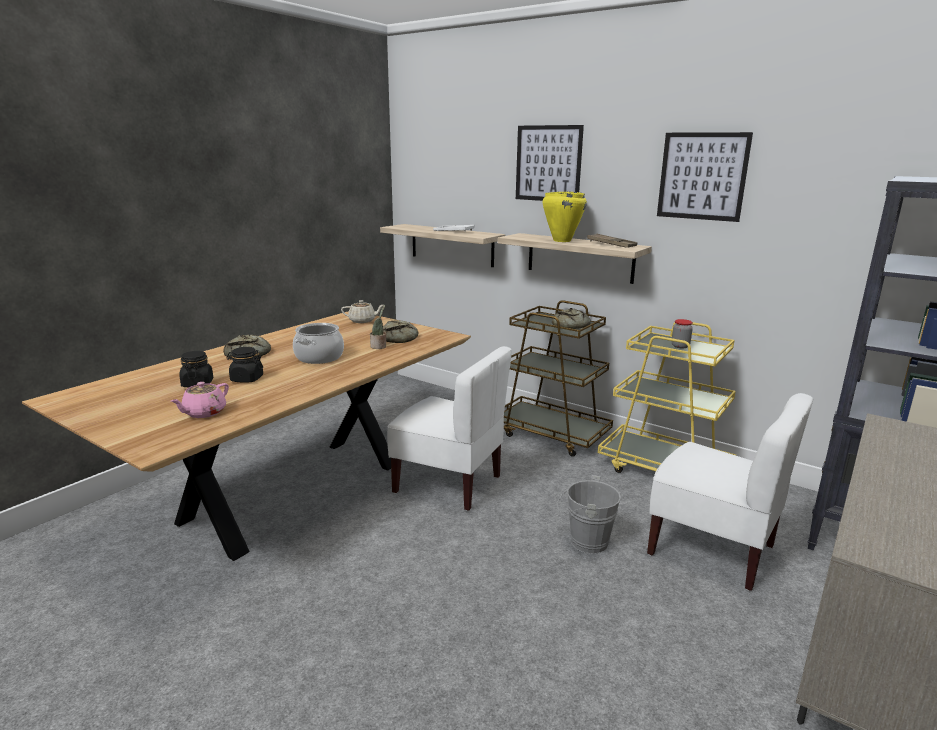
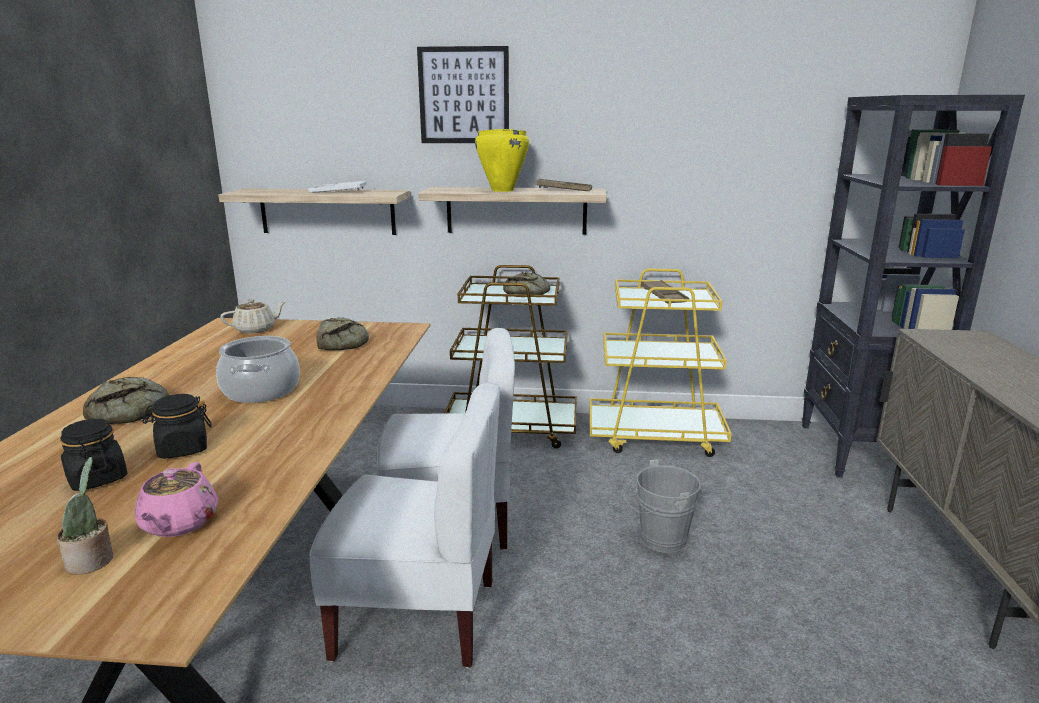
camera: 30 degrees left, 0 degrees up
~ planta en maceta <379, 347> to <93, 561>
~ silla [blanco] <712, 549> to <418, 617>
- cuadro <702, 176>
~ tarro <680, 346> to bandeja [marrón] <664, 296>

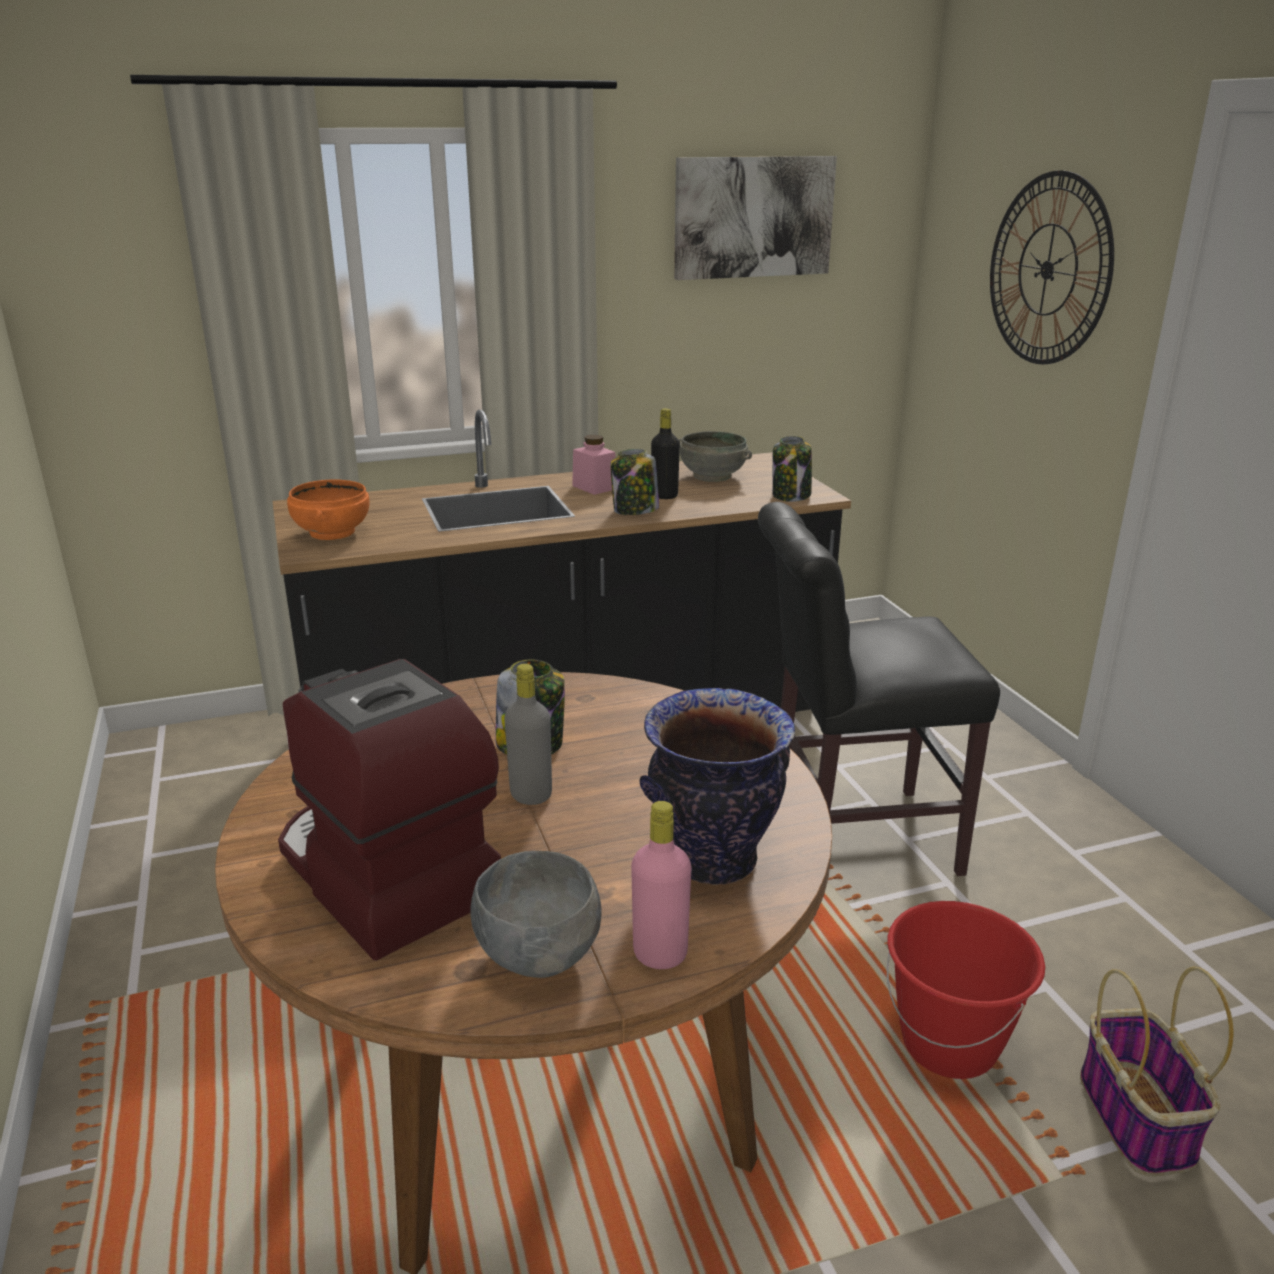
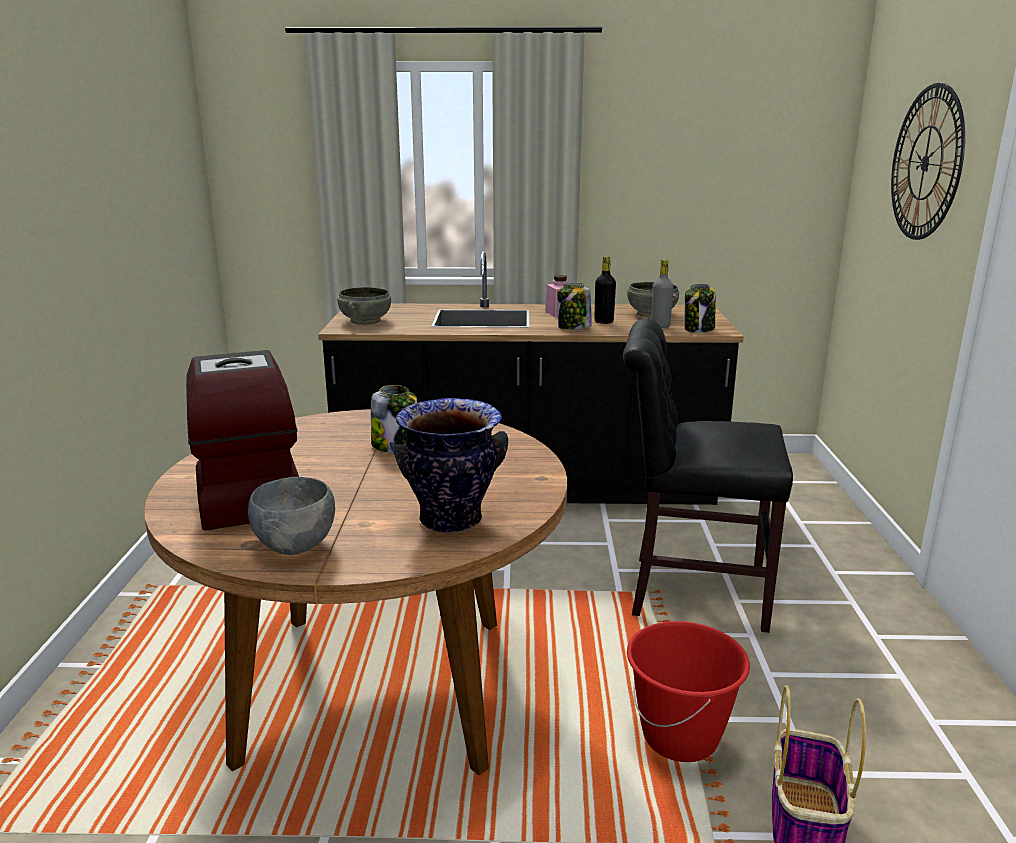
camera: 20 degrees right, 5 degrees down
~ cuenco [naranja] <331, 532> to cuenco [gris] <365, 321>
~ botella [gris] <531, 795> to <660, 326>
- botella [rosa] <660, 954>
- cuadro <753, 217>

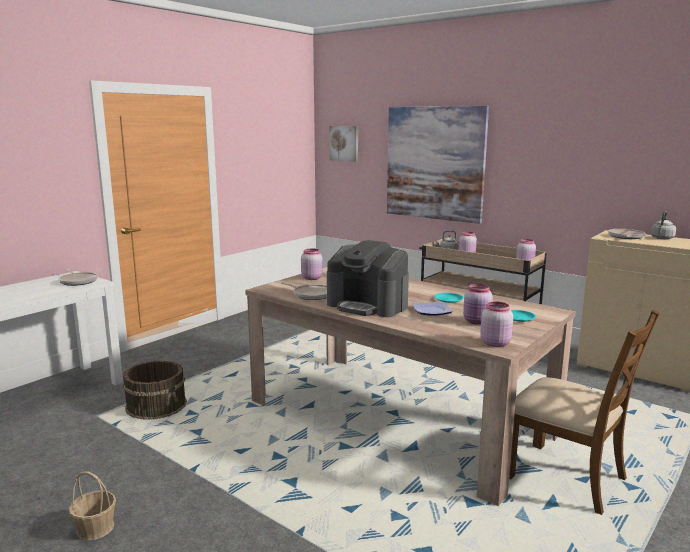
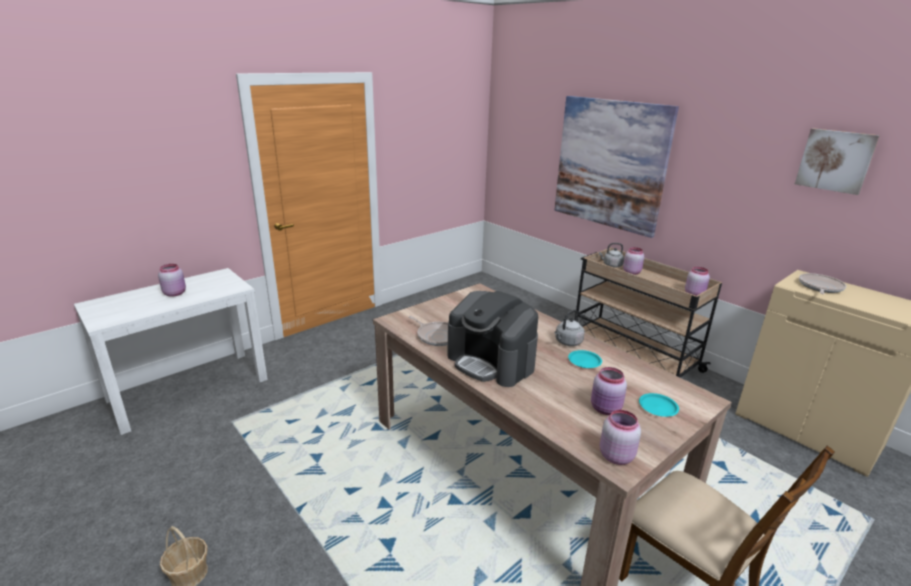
camera: 10 degrees right, 10 degrees up
- sartén <78, 281>
- cubo [marrón] <157, 406>
~ tarro [rosa] <311, 278> to <175, 293>
~ cuadro <344, 143> to <835, 160>
- plato <432, 311>
~ hervidor [gris] <662, 238> to <567, 342>

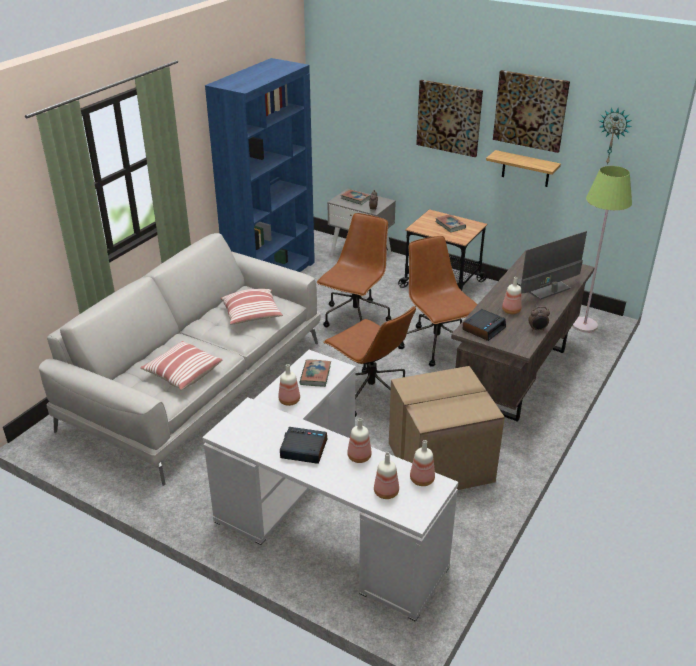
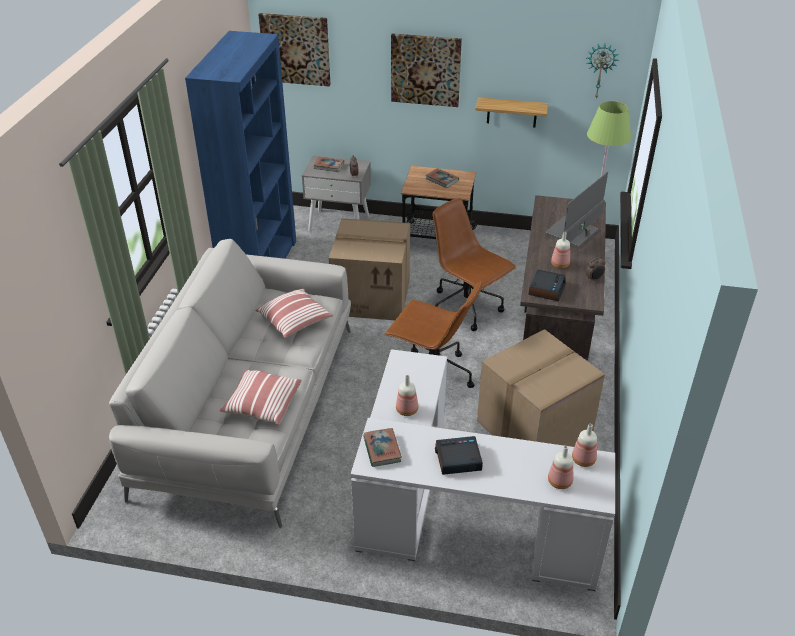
camera: 20 degrees left, 5 degrees up
~ libro <315, 375> to <382, 449>
~ silla de oficina [marrón] <355, 319> to caja de cartón <373, 296>
- botella <358, 457>
~ cuadro <530, 110> to <295, 49>

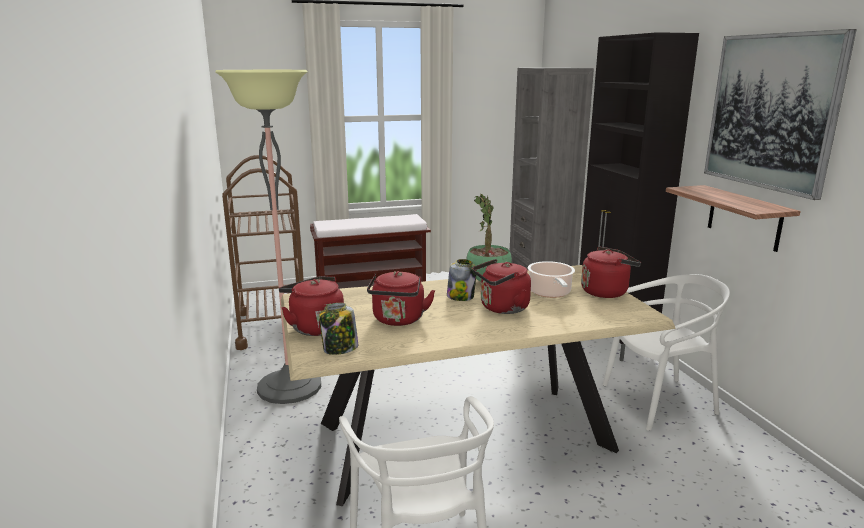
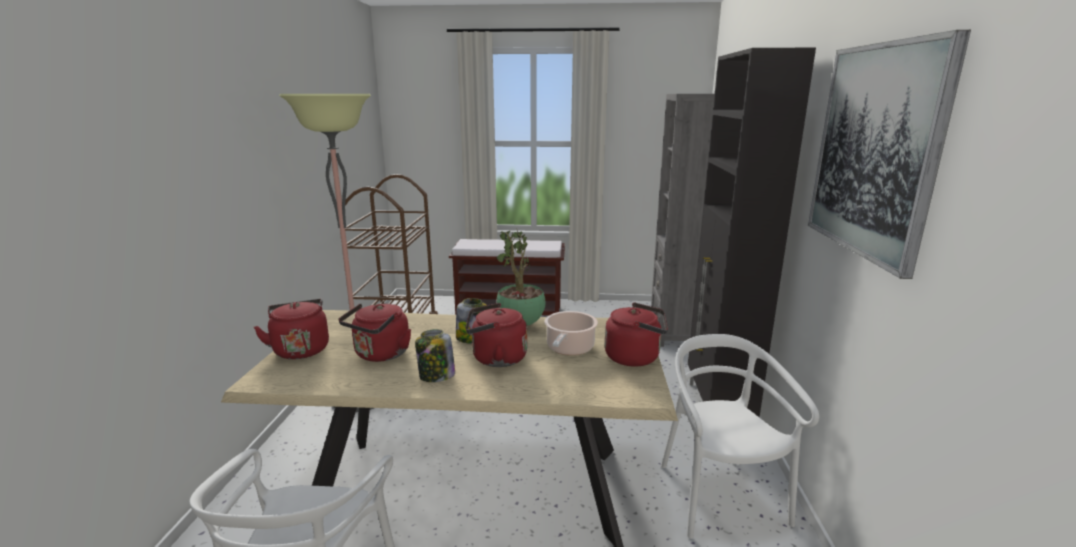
camera: 20 degrees right, 0 degrees up
~ tarro <340, 349> to <436, 376>
~ silla [blanco] <659, 401> = <719, 496> 105 degrees counterclockwise
- estante <744, 217>

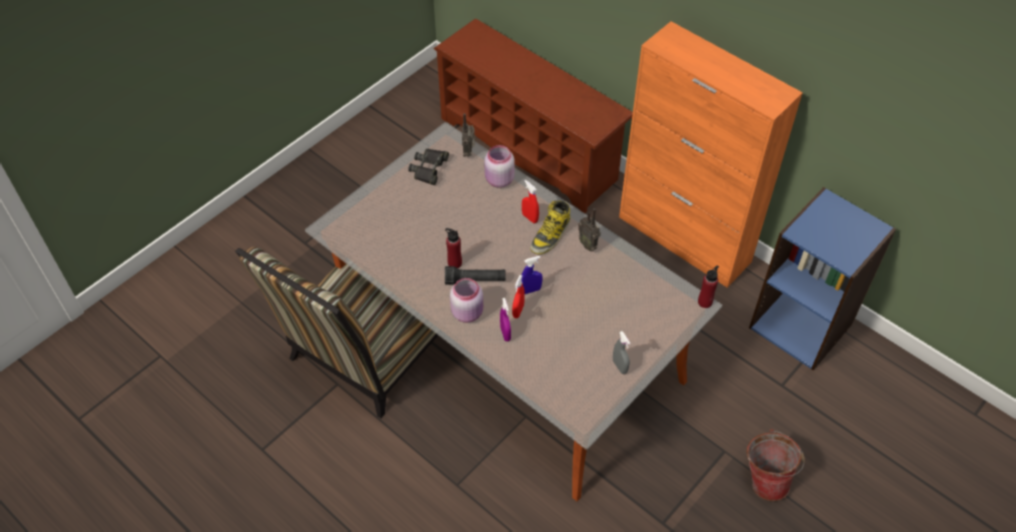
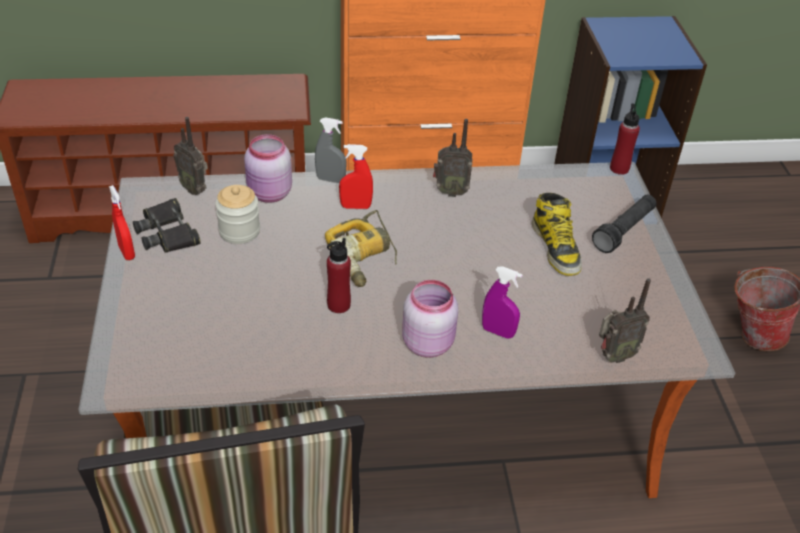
camera: 50 degrees left, 10 degrees down
~ linterna [negro] <475, 280> to <624, 230>
~ pulverizador [rojo] <518, 311> to <127, 252>
- pulverizador [azul] <530, 290>
~ bota <550, 235> to <556, 247>
~ pulverizador [gris] <619, 366> to <330, 179>
+ tarro <239, 231>
+ taladro <365, 256>
+ radio <613, 356>

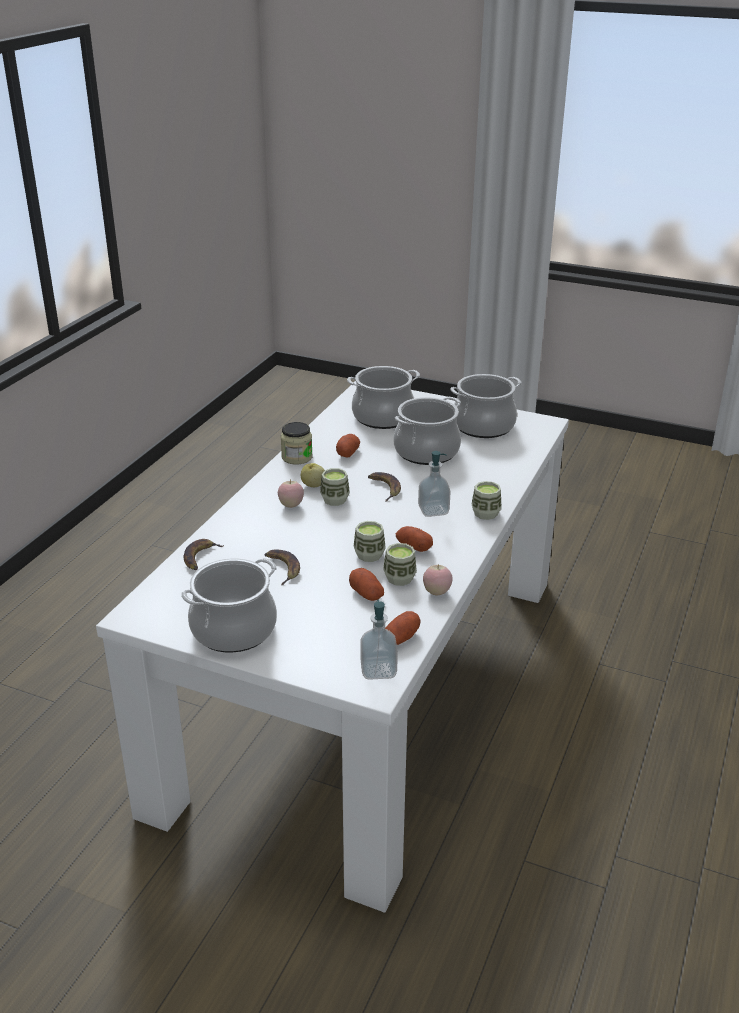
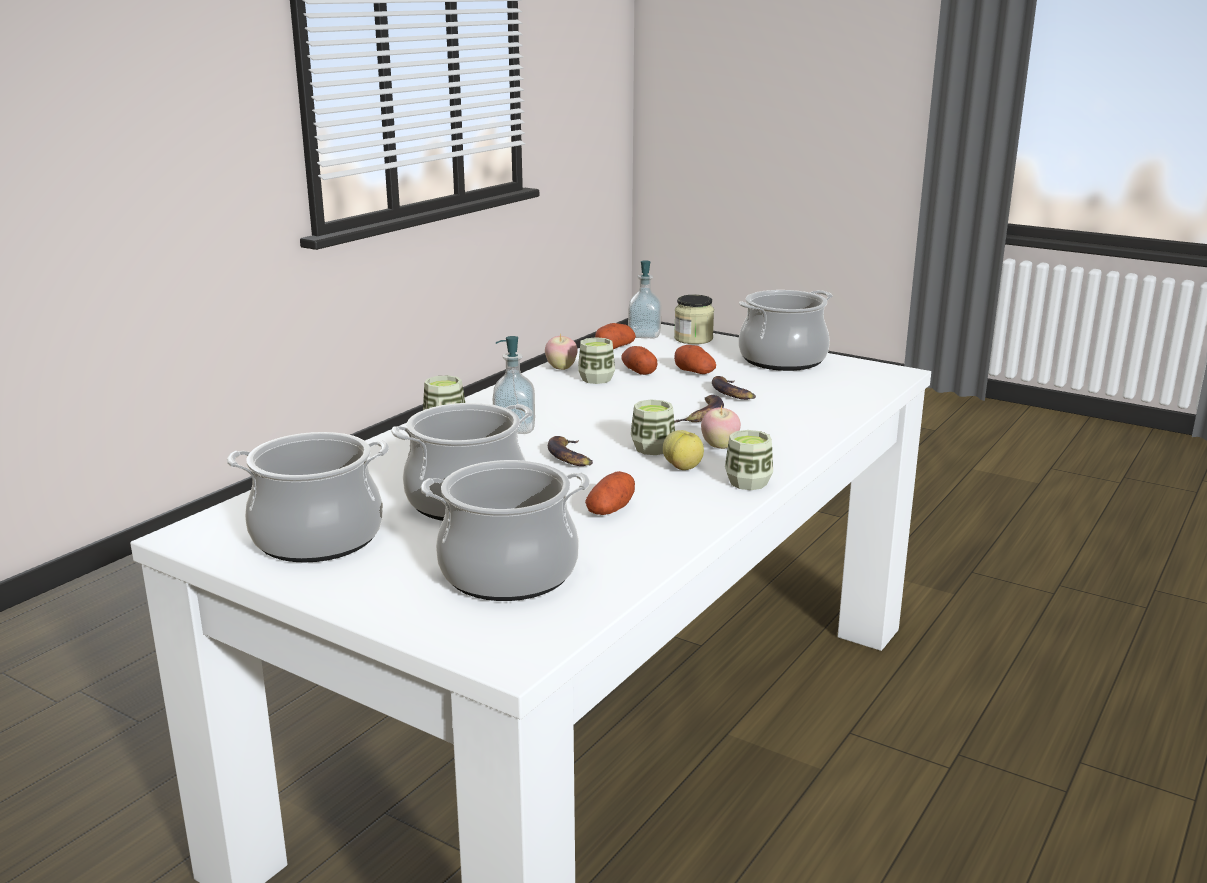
camera: 170 degrees left, 10 degrees down
~ plátano <200, 557> to <703, 414>
~ tarro <297, 457> to <693, 339>
~ taza <369, 555> to <748, 482>
~ patata <413, 547> to <694, 372>

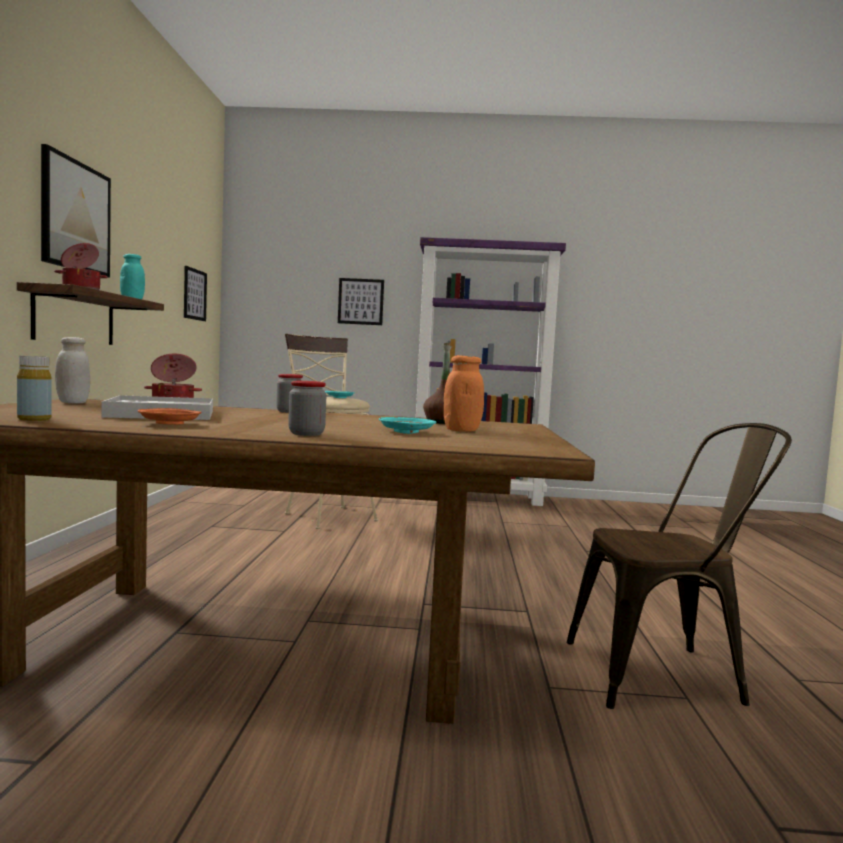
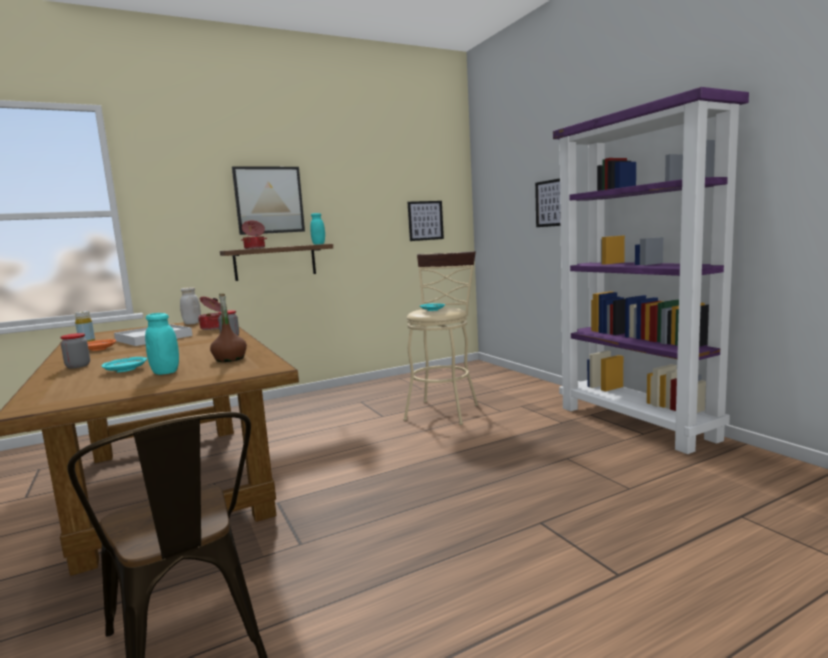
camera: 60 degrees right, 5 degrees up
~ tarro [naranja] <462, 430> to tarro [turquesa] <165, 372>

